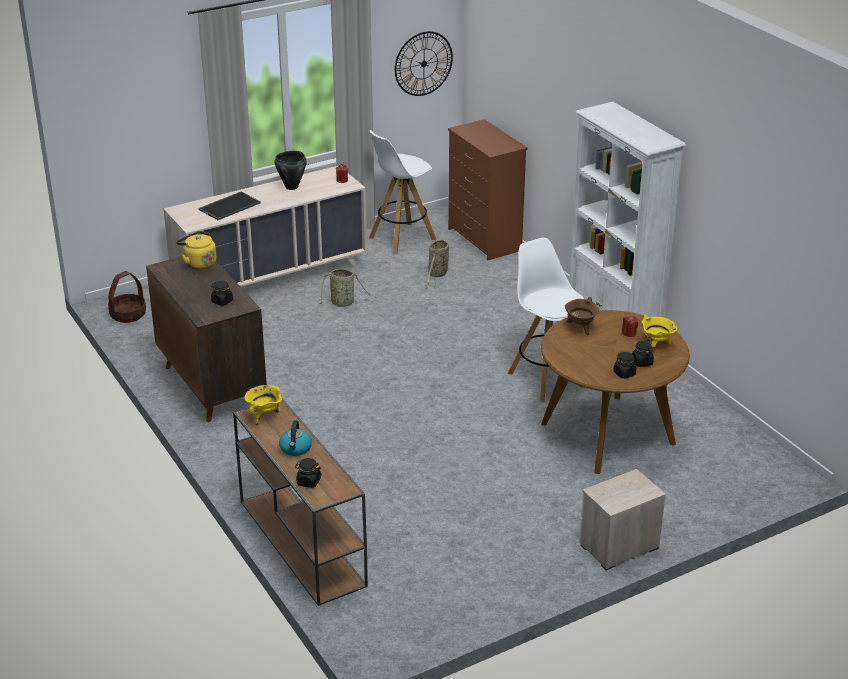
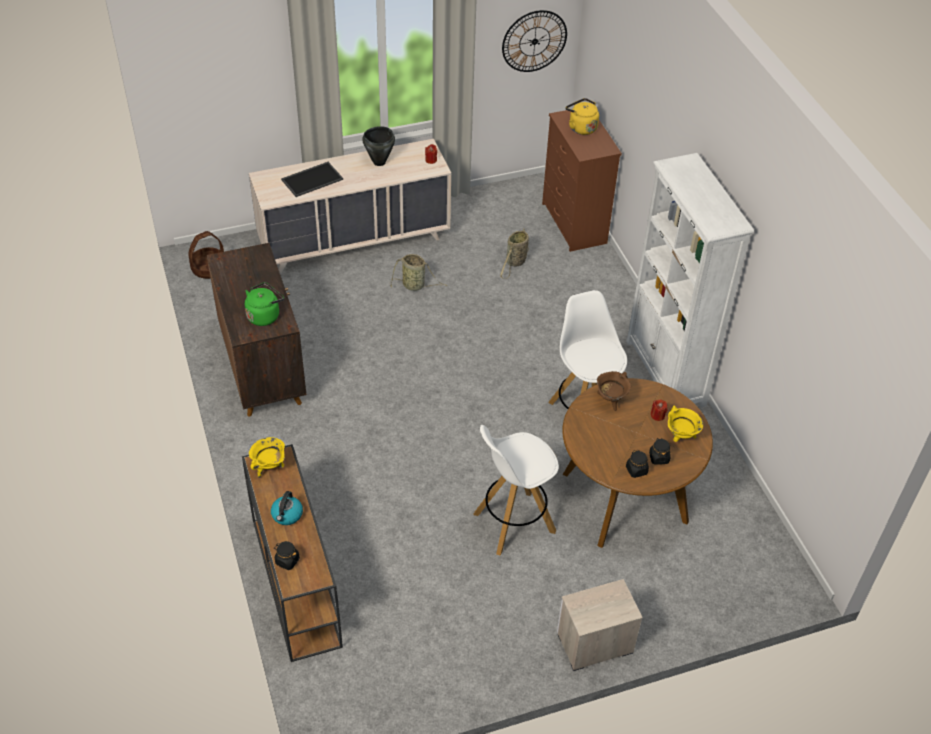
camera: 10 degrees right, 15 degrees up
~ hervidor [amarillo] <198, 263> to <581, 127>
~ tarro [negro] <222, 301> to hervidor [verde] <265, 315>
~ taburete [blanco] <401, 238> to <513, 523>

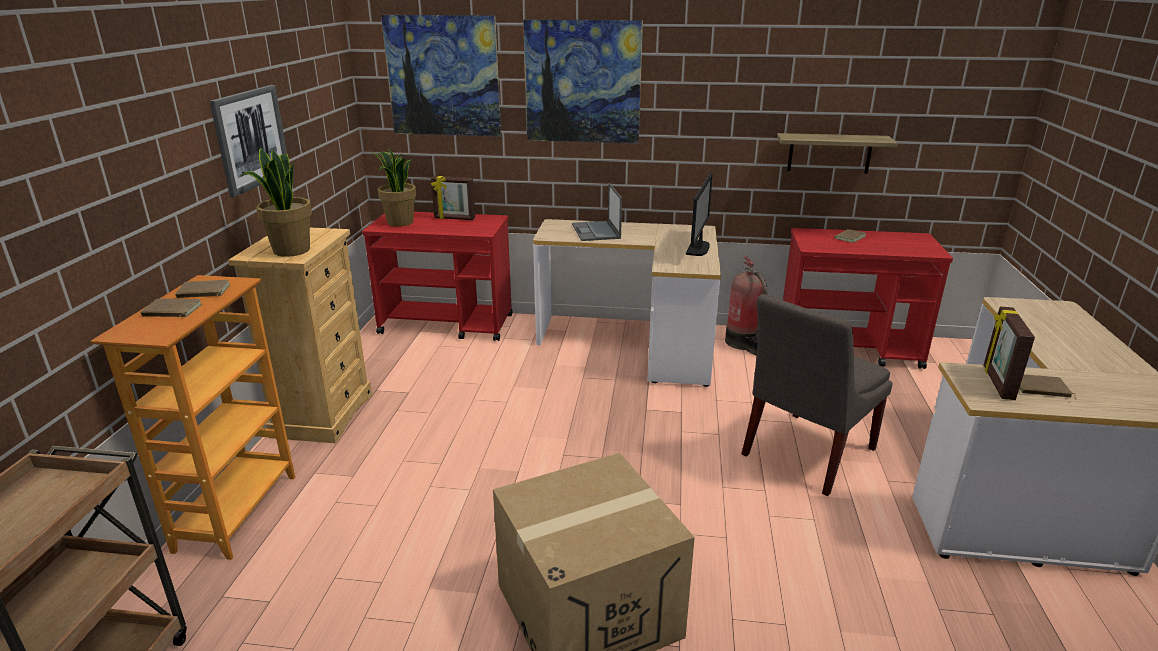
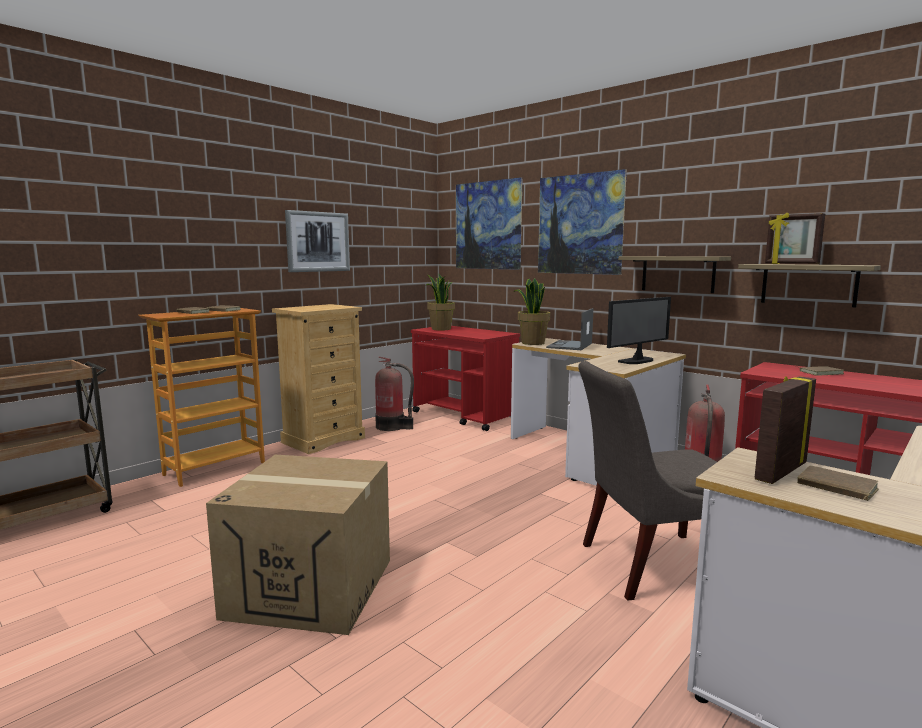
camera: 35 degrees right, 15 degrees down
~ planta en maceta <291, 250> to <532, 343>
~ portarretratos <454, 218> to <791, 264>
+ extintor <392, 427>
+ estante <678, 274>

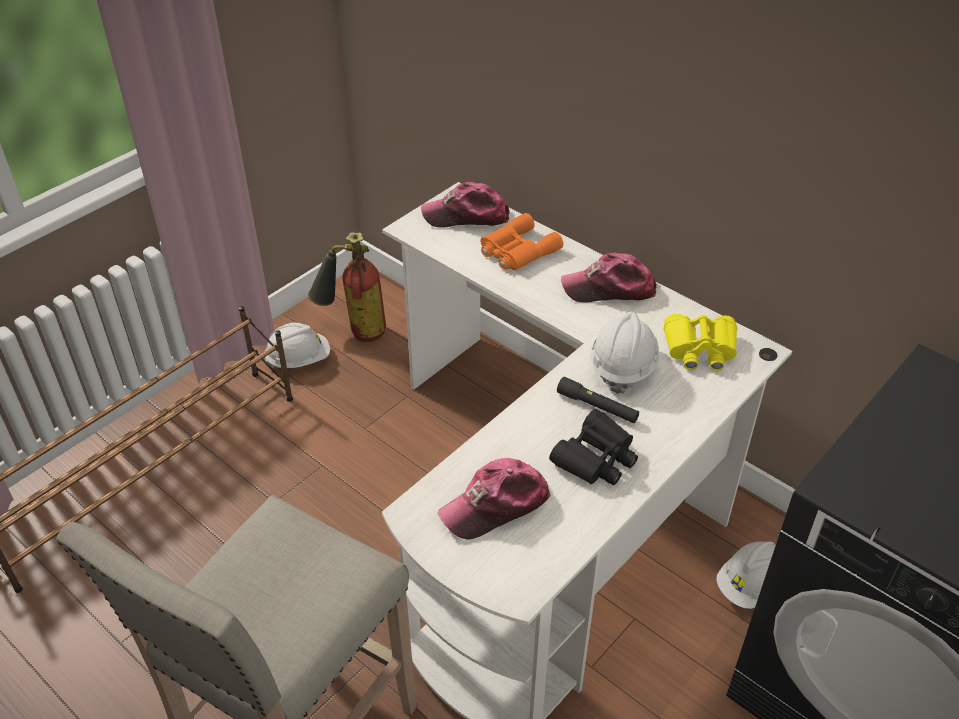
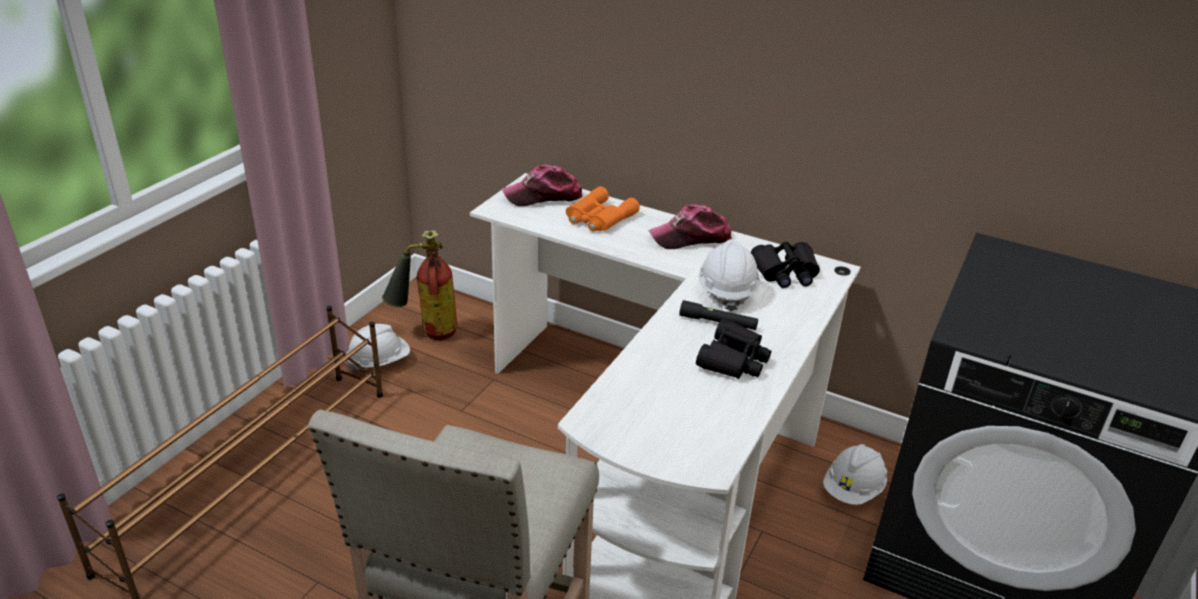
camera: 15 degrees left, 10 degrees down
- gorra <495, 505>
~ prismáticos [amarillo] <699, 349> to prismáticos [negro] <785, 273>

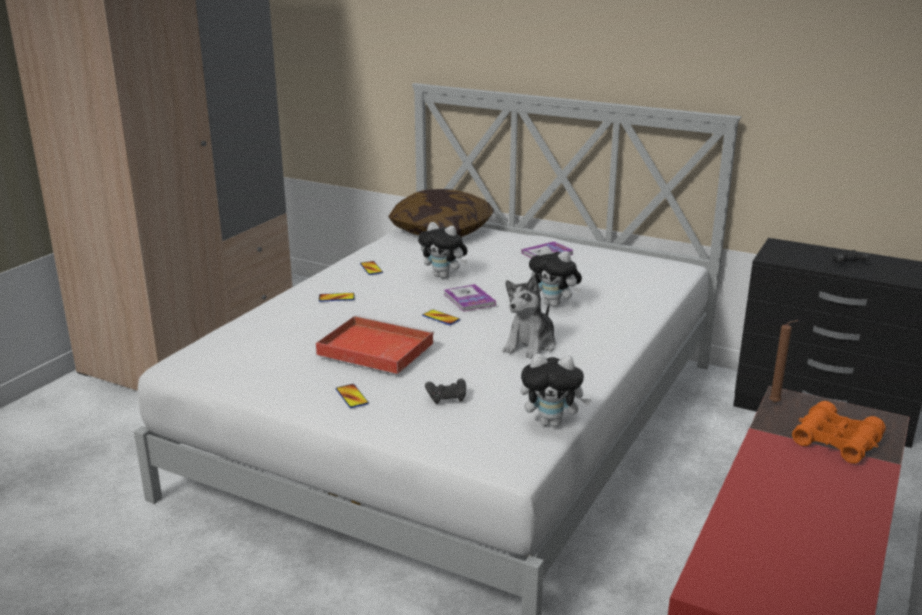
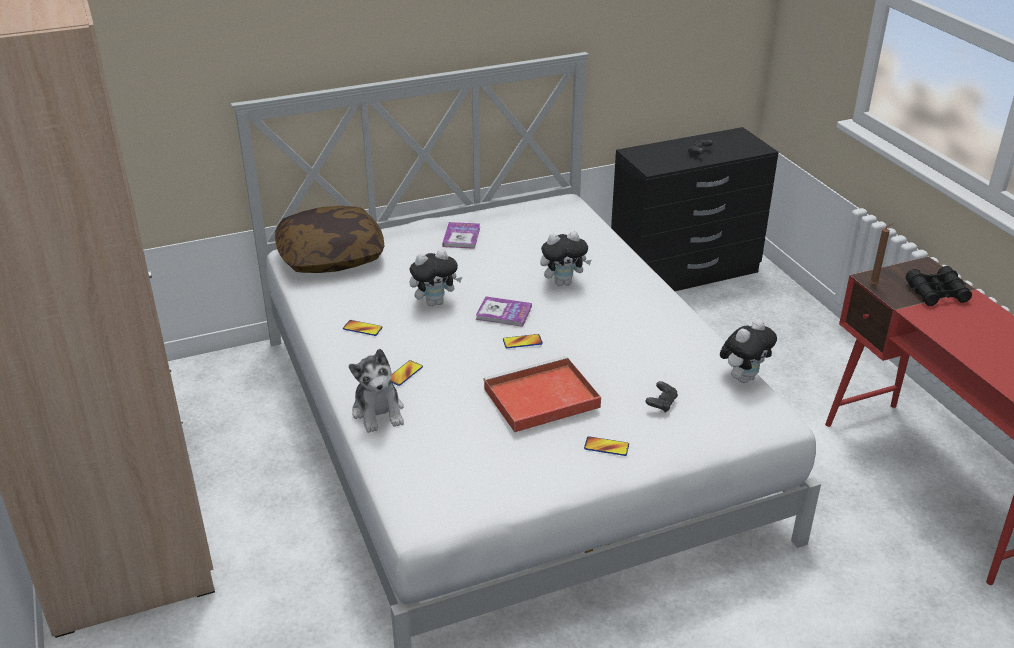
camera: 50 degrees left, 10 degrees up
~ peluche <530, 345> to <378, 412>
~ prismáticos [naranja] <836, 442> to prismáticos [negro] <936, 293>

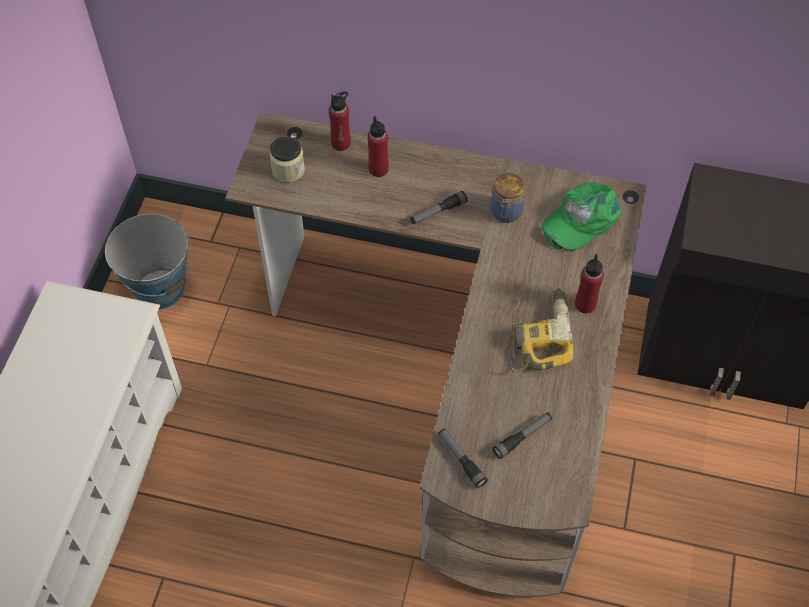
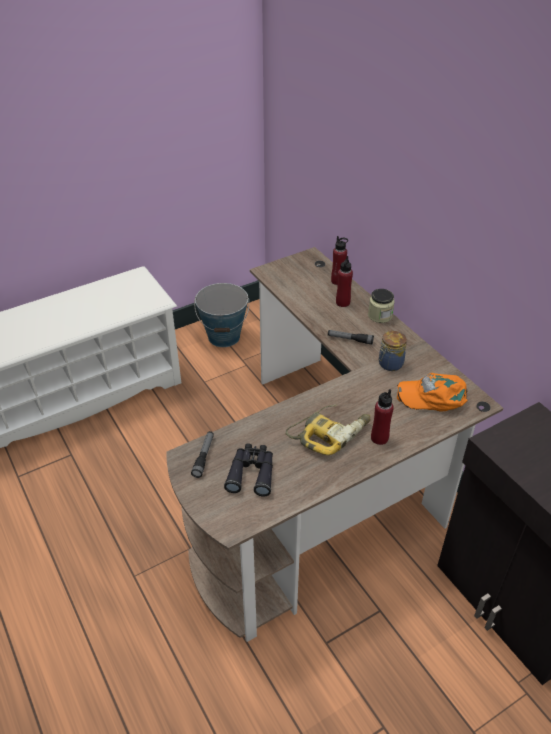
camera: 45 degrees right, 15 degrees down
~ tarro <288, 170> to <380, 315>
~ linterna <522, 437> to prismáticos [negro] <251, 473>
~ gorra [verde] <581, 219> to gorra [naranja] <433, 396>

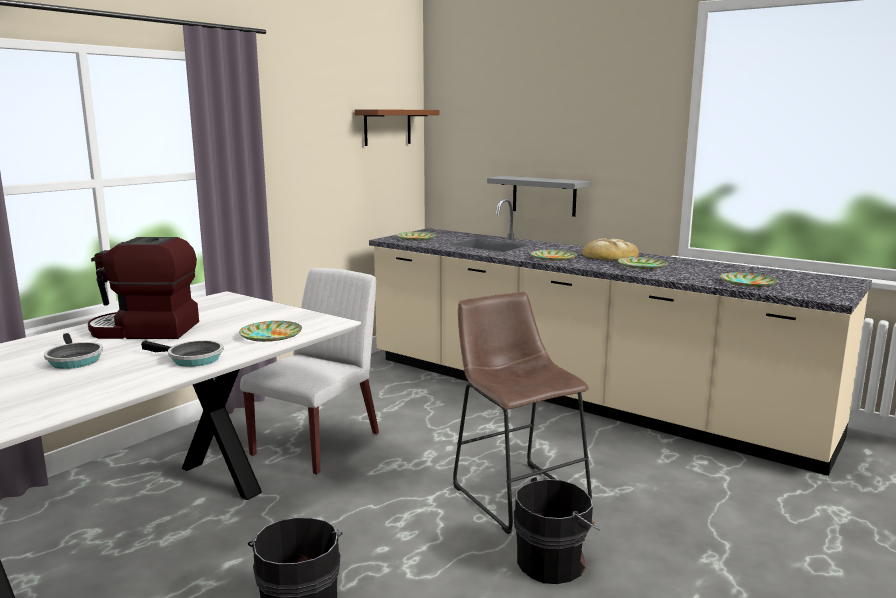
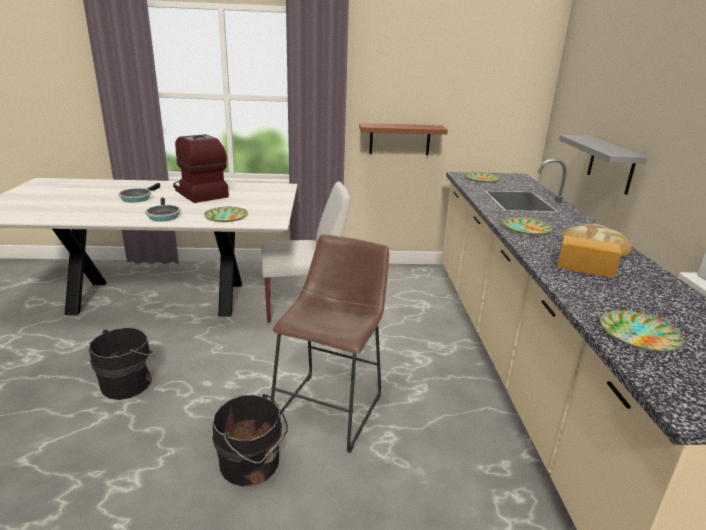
camera: 50 degrees right, 10 degrees up
~ estante [marrón] <387, 127> to <399, 139>
~ plato <642, 266> to pan <585, 267>

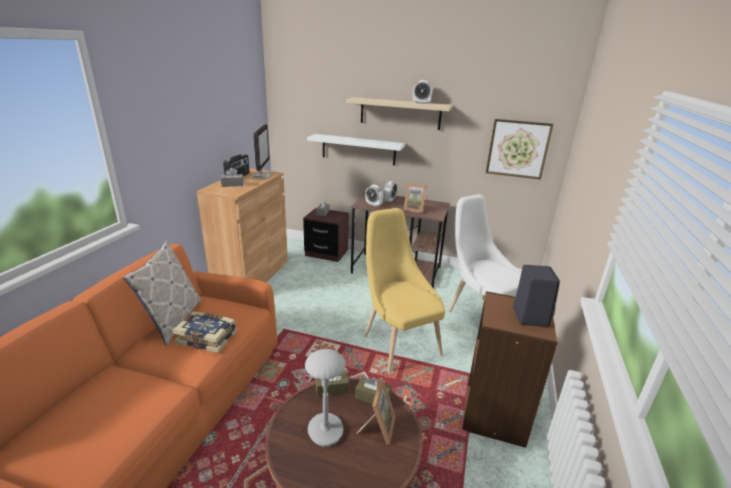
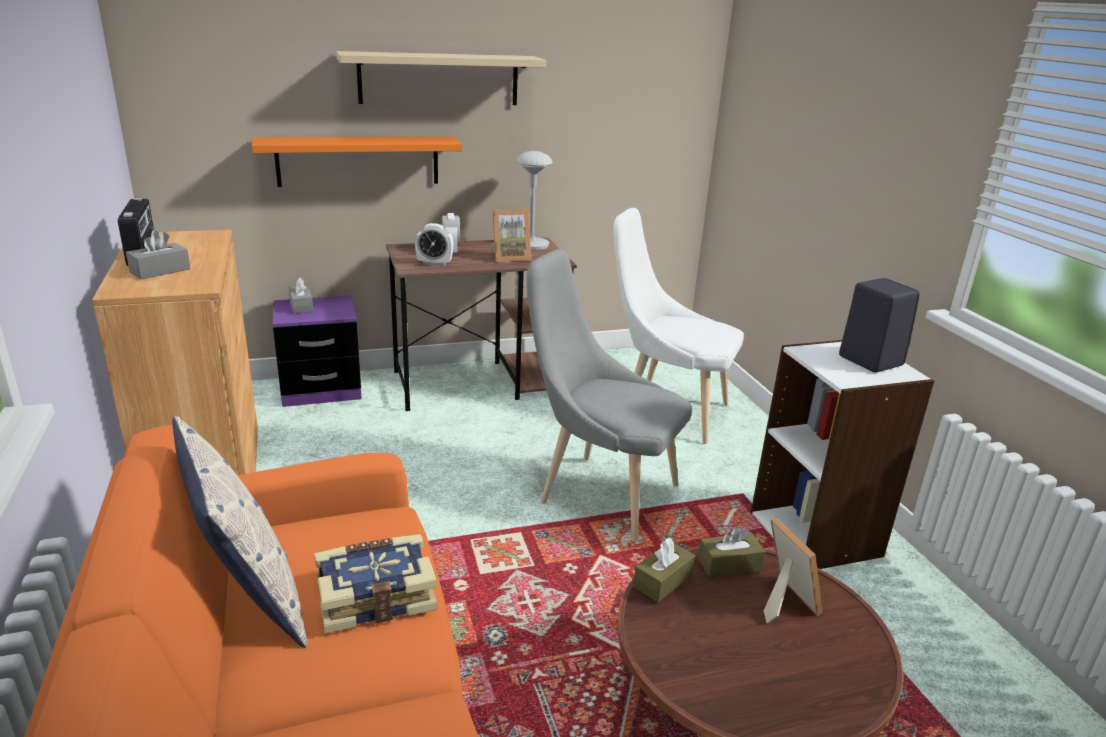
camera: 35 degrees left, 0 degrees up
- monitor <262, 176>
~ mesita de noche [marrón] <326, 253> to mesita de noche [morado] <321, 390>
~ lámpara de mesa [gris] <325, 430> to <530, 245>
~ estante [blanco] <358, 149> to estante [naranja] <358, 161>
~ silla [amarillo] <398, 342> to silla [gris] <600, 492>
- despertador <421, 103>
~ estantería [marrón] <495, 415> to estantería [blanco] <816, 534>
- cuadro <518, 149>

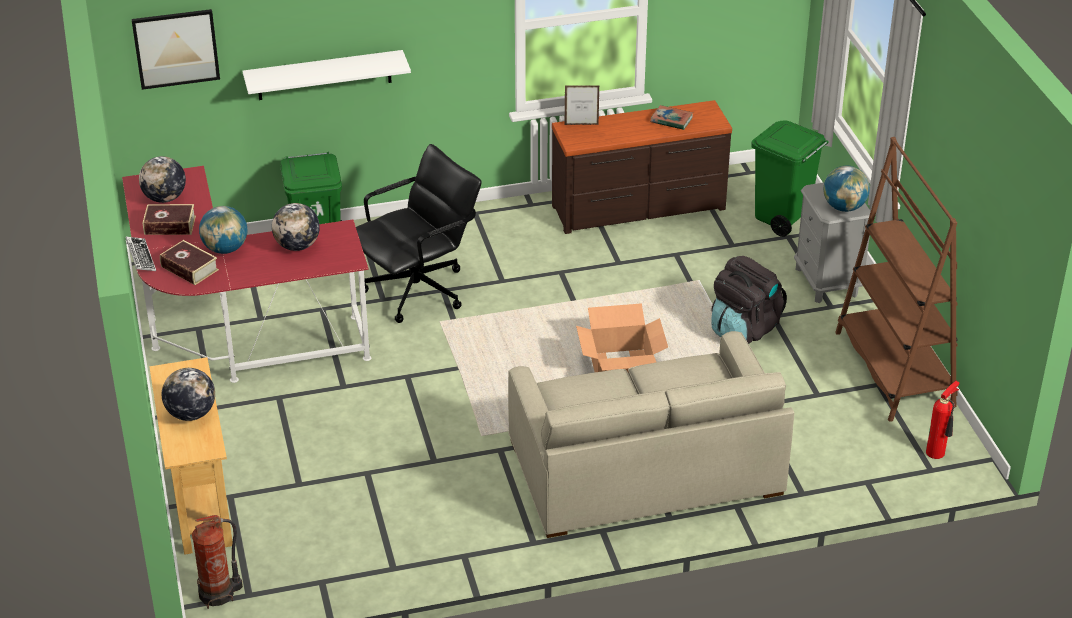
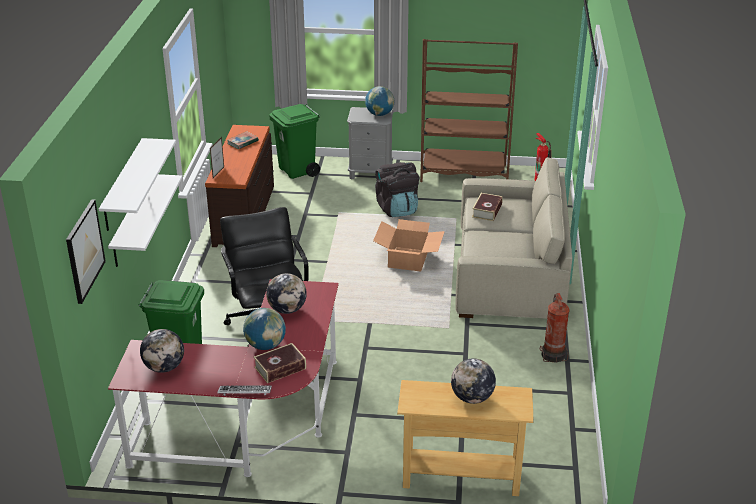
camera: 70 degrees left, 5 degrees down
~ libro <170, 225> to <487, 211>
~ extintor <219, 593> to <553, 354>
+ estante [blanco] <123, 185>

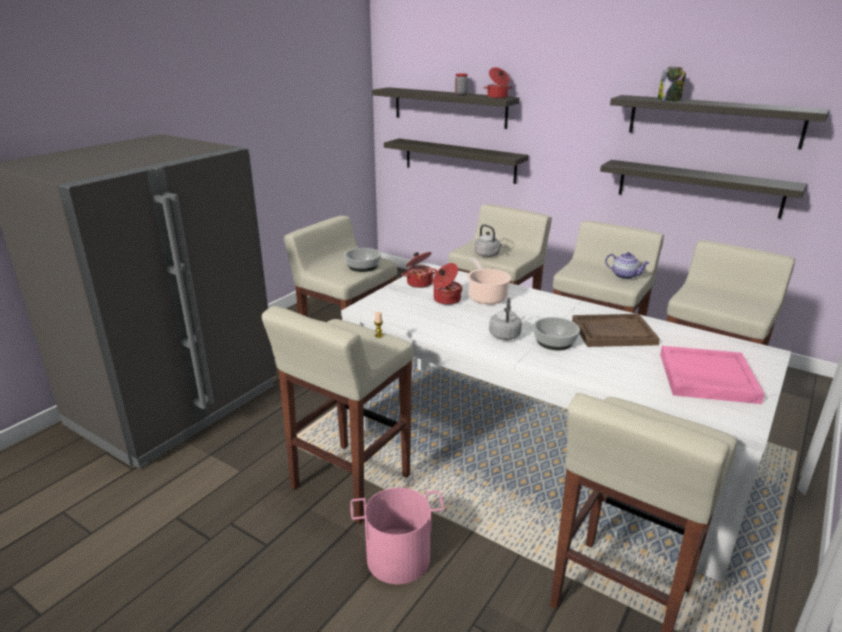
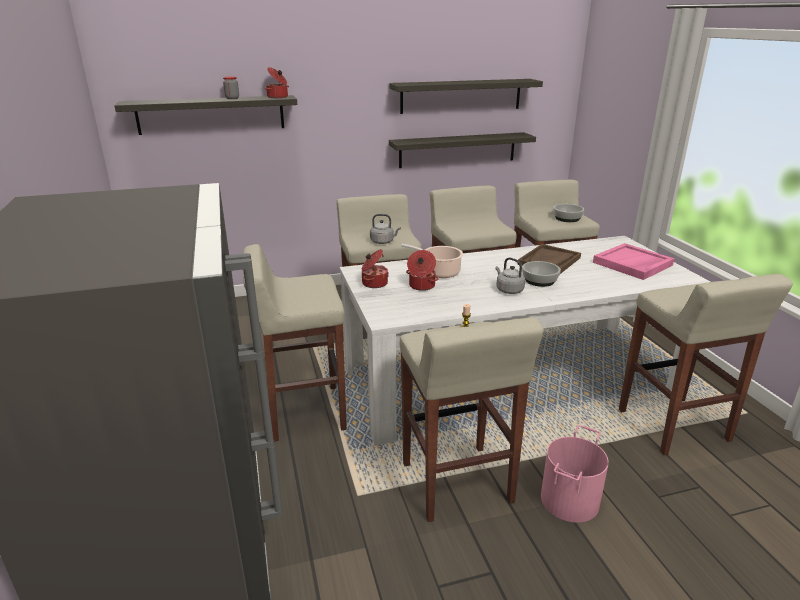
camera: 50 degrees left, 0 degrees up
~ cuenco <362, 266> to <567, 218>
- estante <459, 160>
- tetera <625, 276>
- tarro <669, 100>

